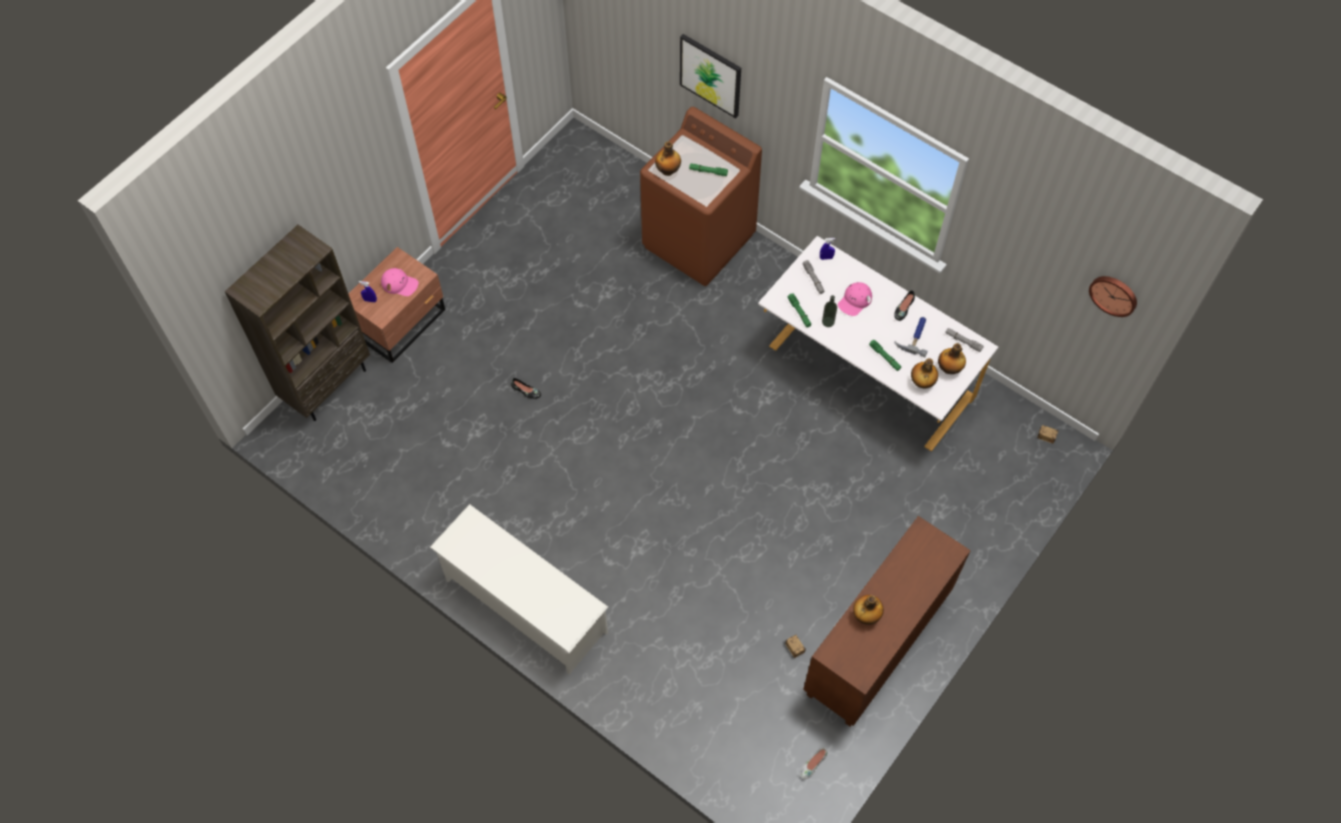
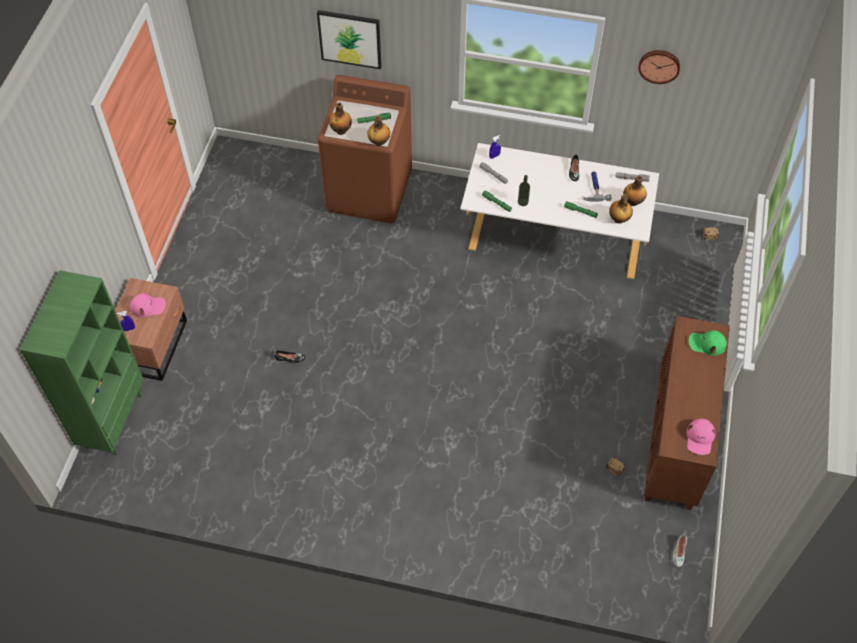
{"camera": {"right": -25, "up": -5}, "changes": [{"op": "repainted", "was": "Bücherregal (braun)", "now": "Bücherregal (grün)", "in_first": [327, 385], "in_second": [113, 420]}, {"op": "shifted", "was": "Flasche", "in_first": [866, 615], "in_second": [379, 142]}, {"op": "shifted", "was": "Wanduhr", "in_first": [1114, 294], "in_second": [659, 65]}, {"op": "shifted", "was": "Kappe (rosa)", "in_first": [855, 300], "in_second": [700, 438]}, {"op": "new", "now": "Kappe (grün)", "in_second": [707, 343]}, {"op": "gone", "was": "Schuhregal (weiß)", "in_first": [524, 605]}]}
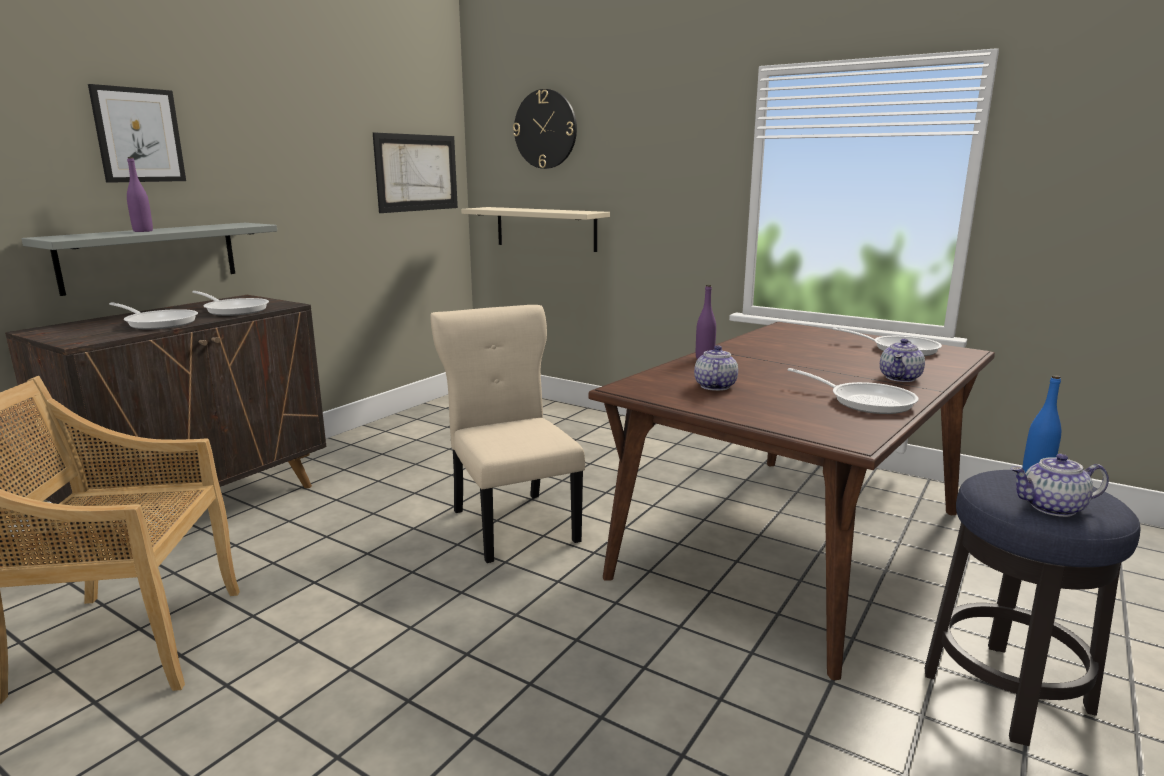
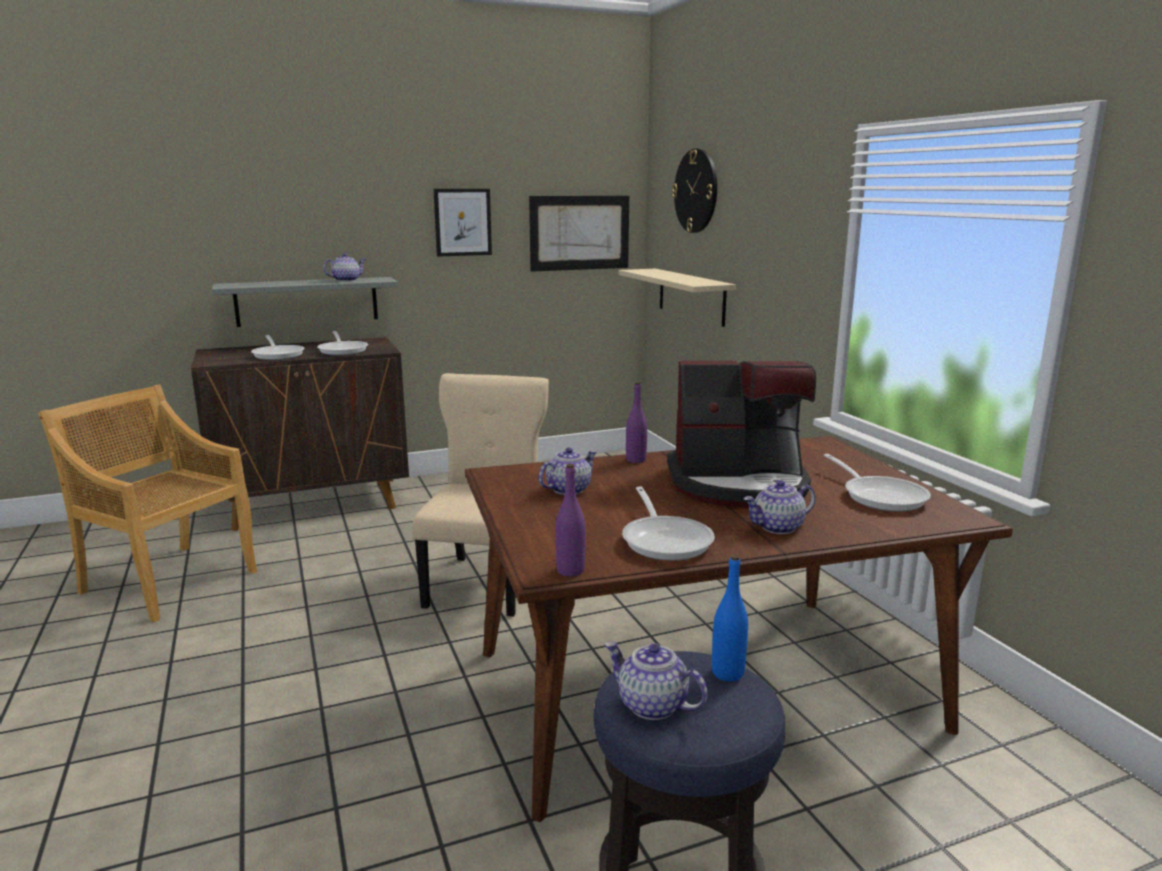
{"camera": {"right": 35, "up": 0}, "changes": [{"op": "new", "now": "Teekanne", "in_second": [346, 280]}, {"op": "shifted", "was": "Bild", "in_first": [138, 135], "in_second": [462, 222]}, {"op": "shifted", "was": "Flasche (lila)", "in_first": [143, 231], "in_second": [570, 571]}, {"op": "new", "now": "Kaffeemaschine", "in_second": [739, 484]}]}
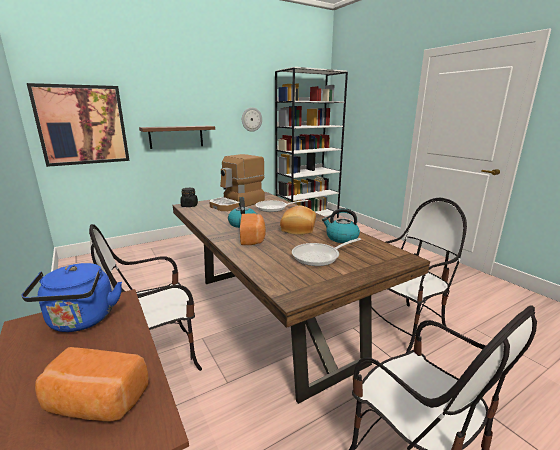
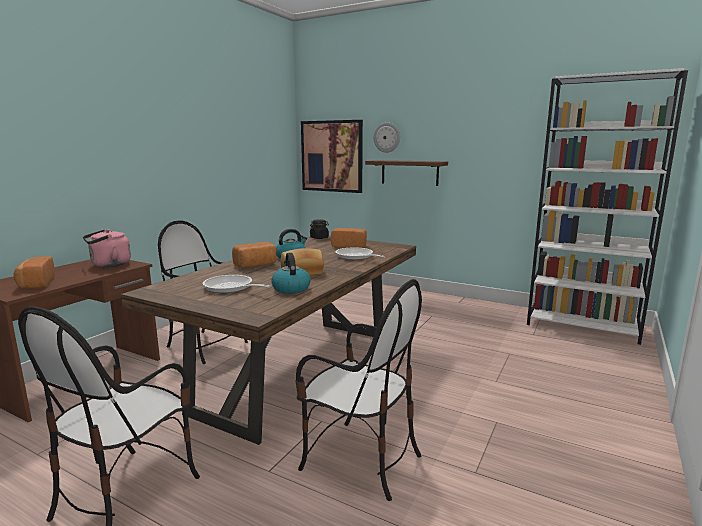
{"camera": {"right": 60, "up": -5}, "changes": [{"op": "repainted", "was": "Wasserkessel (blau)", "now": "Wasserkessel (rosa)", "in_first": [81, 321], "in_second": [108, 264]}, {"op": "swapped", "was": "Kaffeemaschine", "now": "Brot", "in_first": [237, 204], "in_second": [349, 246]}, {"op": "shifted", "was": "Wanduhr", "in_first": [251, 119], "in_second": [387, 137]}]}
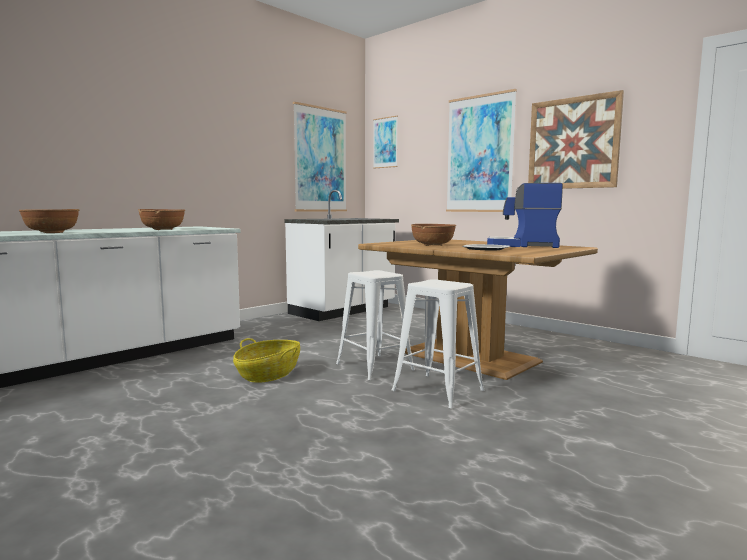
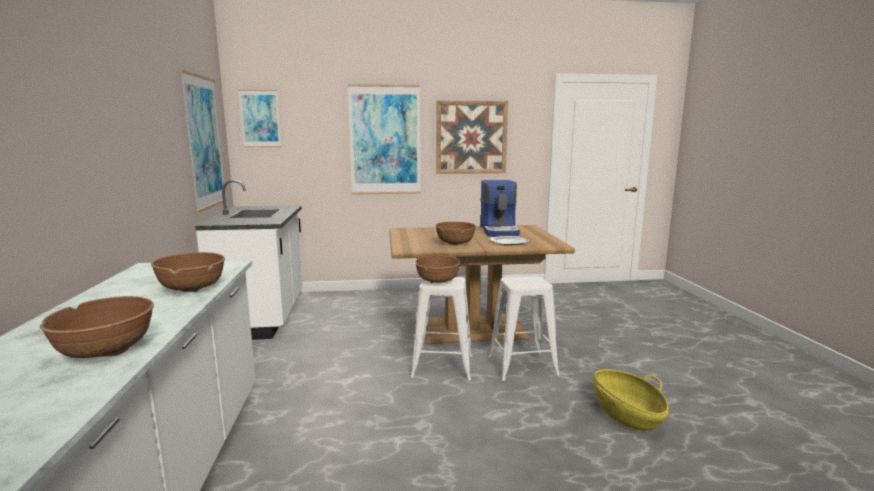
{"camera": {"right": -50, "up": 5}, "changes": [{"op": "new", "now": "Schüssel (braun)", "in_second": [438, 281]}, {"op": "rotated", "was": "Kaffeemaschine", "in_first": [523, 245], "in_second": [500, 231], "clockwise": -60}, {"op": "shifted", "was": "Korb", "in_first": [269, 374], "in_second": [626, 414]}]}
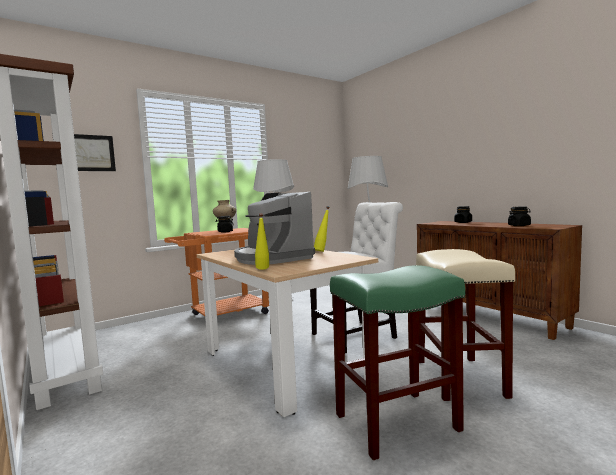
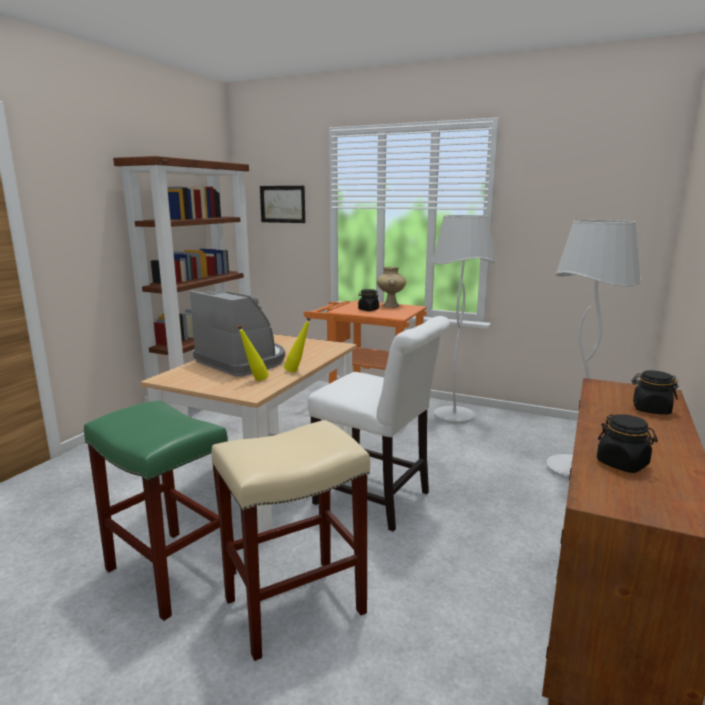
{"camera": {"right": 60, "up": 10}, "changes": [{"op": "rotated", "was": "Kaffeemaschine", "in_first": [272, 258], "in_second": [242, 361], "clockwise": 105}, {"op": "shifted", "was": "Flasche (gelb)", "in_first": [263, 269], "in_second": [254, 381]}]}
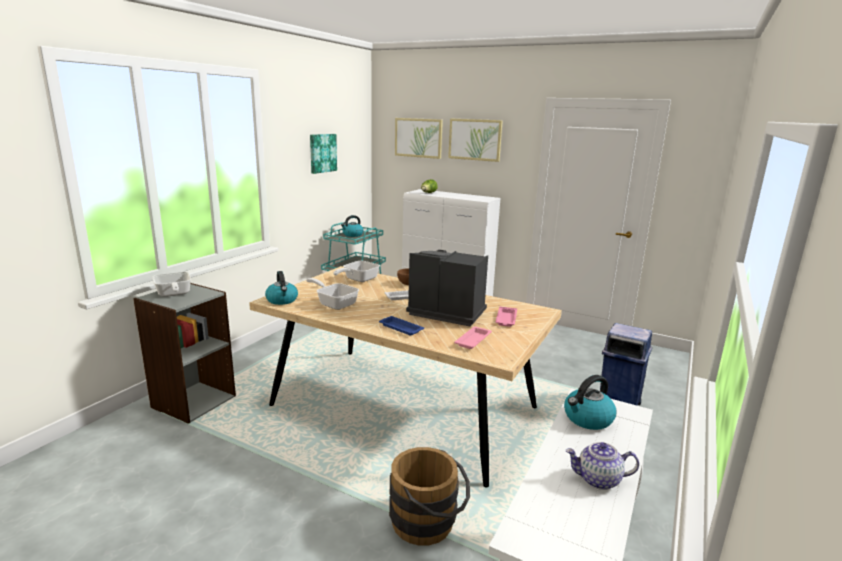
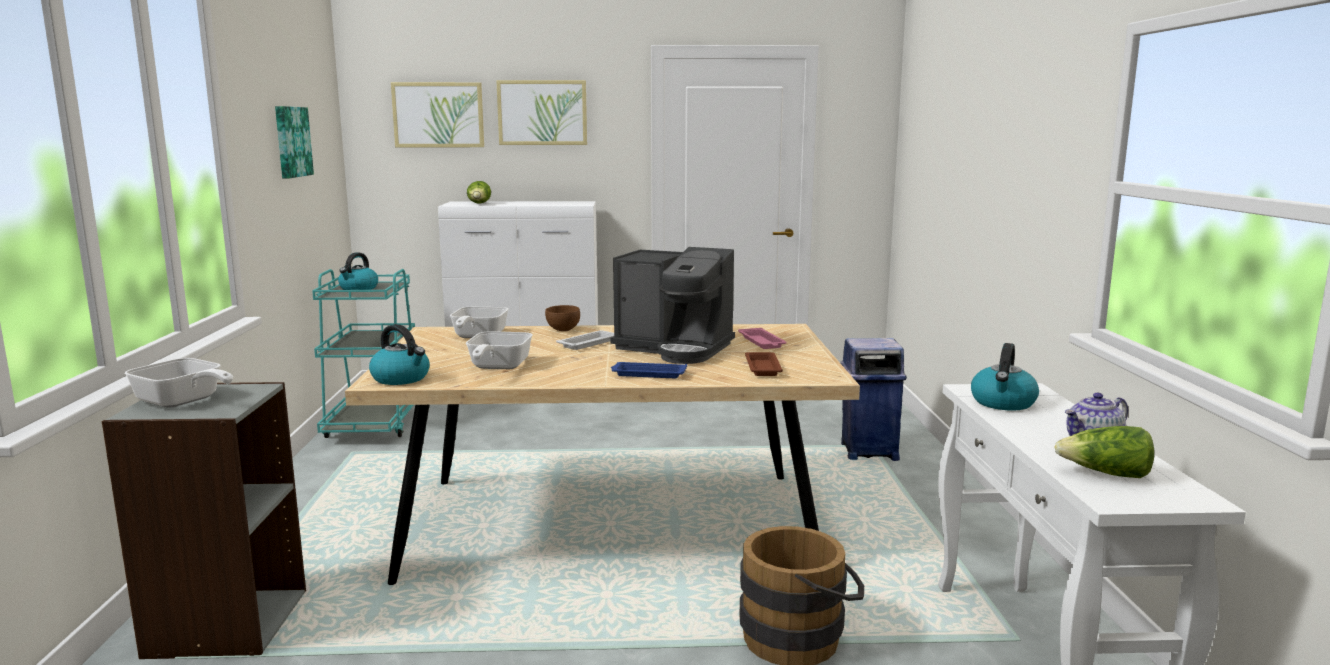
{"camera": {"right": -30, "up": -5}, "changes": [{"op": "rotated", "was": "Pfanne", "in_first": [334, 303], "in_second": [497, 367], "clockwise": -90}, {"op": "rotated", "was": "Kaffeemaschine", "in_first": [445, 312], "in_second": [675, 349], "clockwise": -150}, {"op": "repainted", "was": "Tablett (rosa)", "now": "Tablett (braun)", "in_first": [473, 340], "in_second": [762, 367]}, {"op": "new", "now": "Salatkopf", "in_second": [1105, 474]}]}
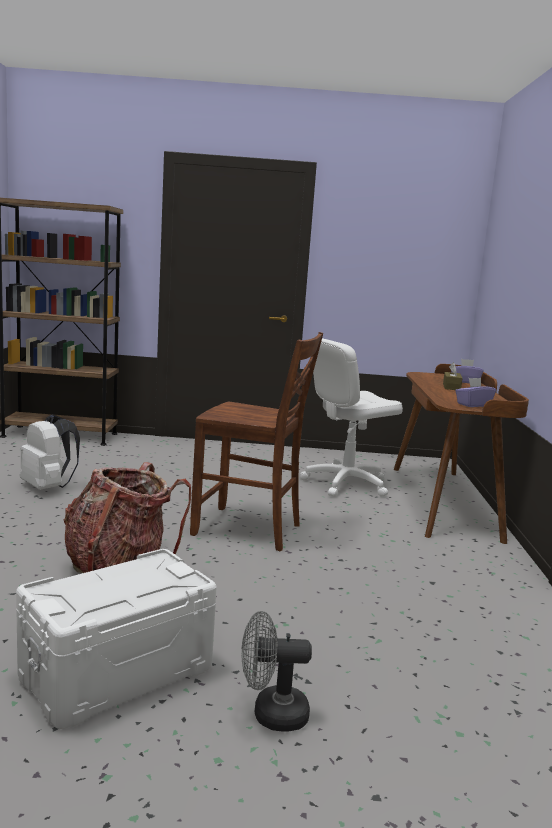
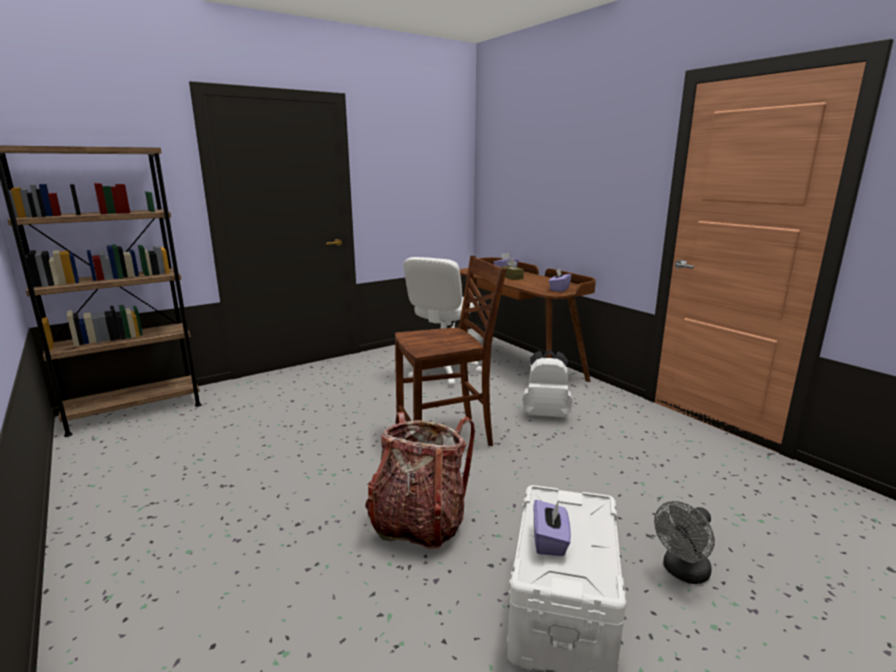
{"camera": {"right": -35, "up": 5}, "changes": [{"op": "shifted", "was": "Rucksack (weiß)", "in_first": [48, 487], "in_second": [546, 414]}, {"op": "new", "now": "Taschentuchbox (lila)", "in_second": [550, 541]}]}
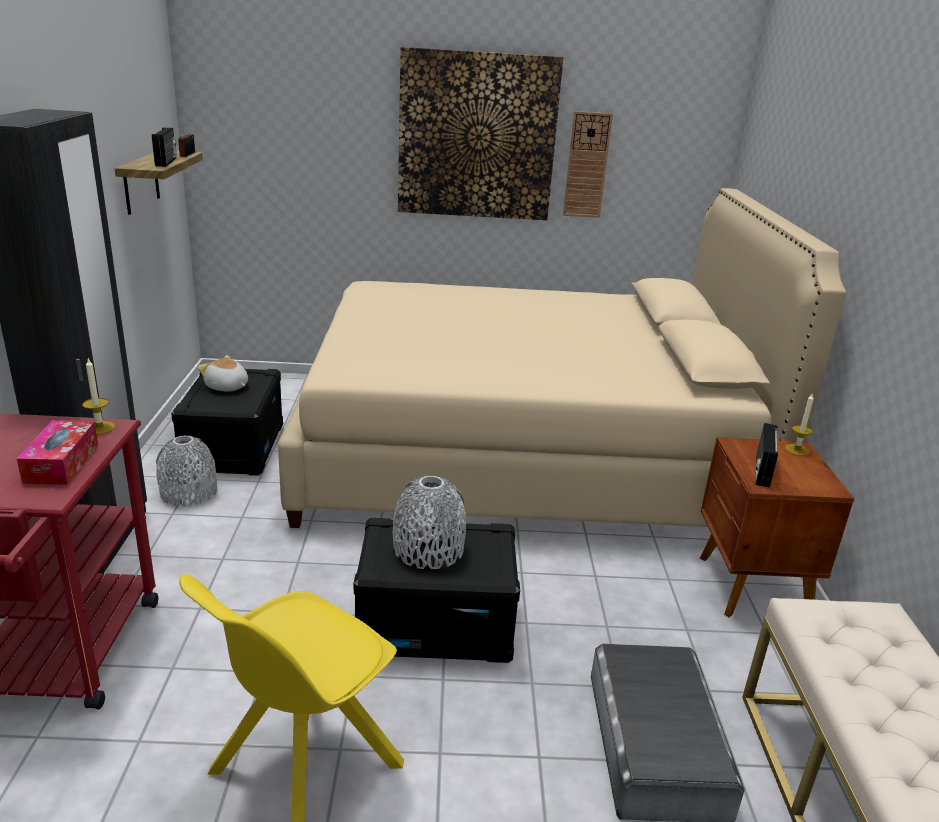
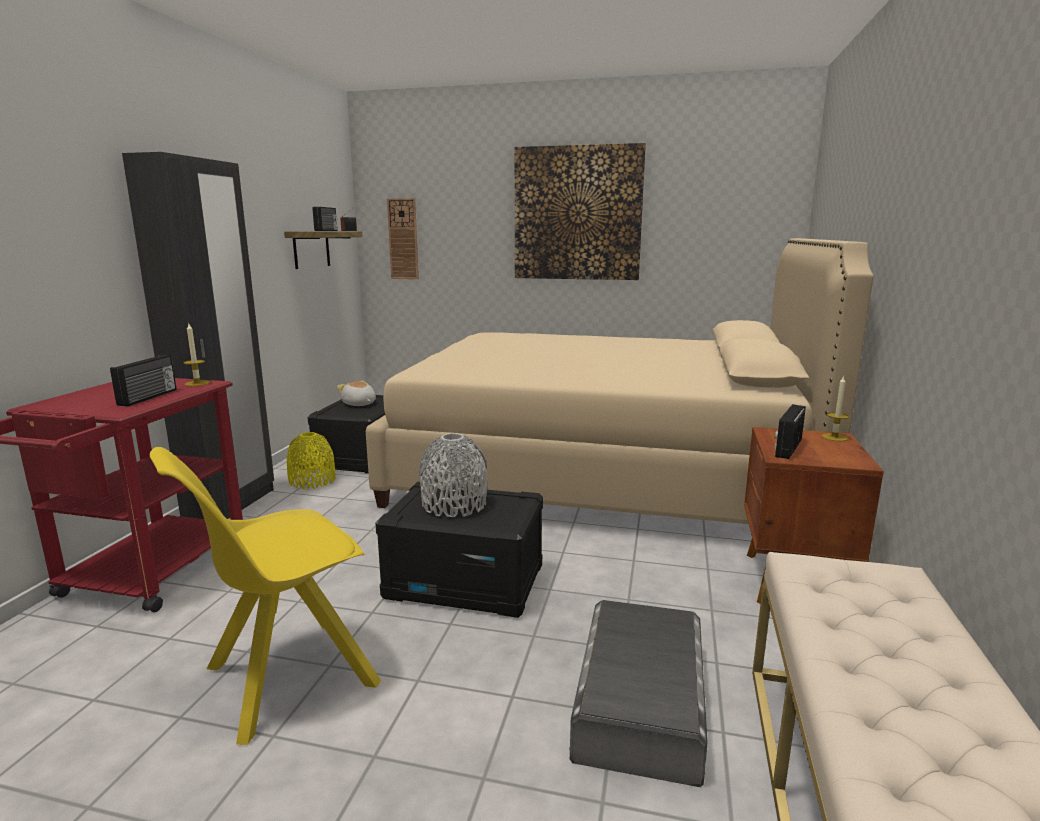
{"camera": {"right": 15, "up": -10}, "changes": [{"op": "swapped", "was": "Taschentuchbox", "now": "Radio", "in_first": [62, 463], "in_second": [149, 397]}, {"op": "repainted", "was": "Vase (grau)", "now": "Vase (gelb)", "in_first": [189, 492], "in_second": [312, 481]}, {"op": "shifted", "was": "Wanduhr", "in_first": [587, 165], "in_second": [403, 239]}]}
